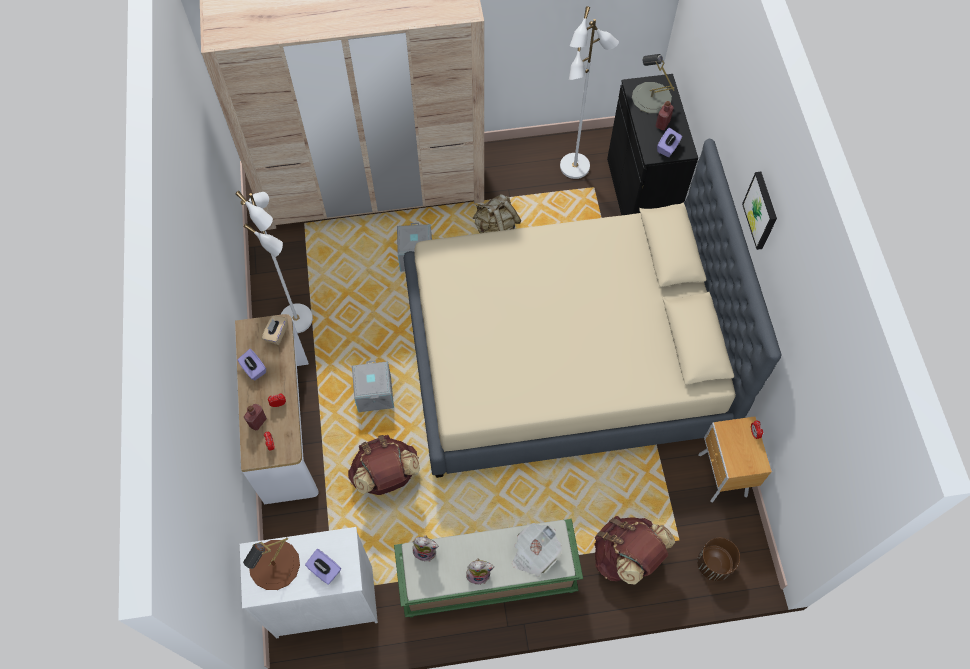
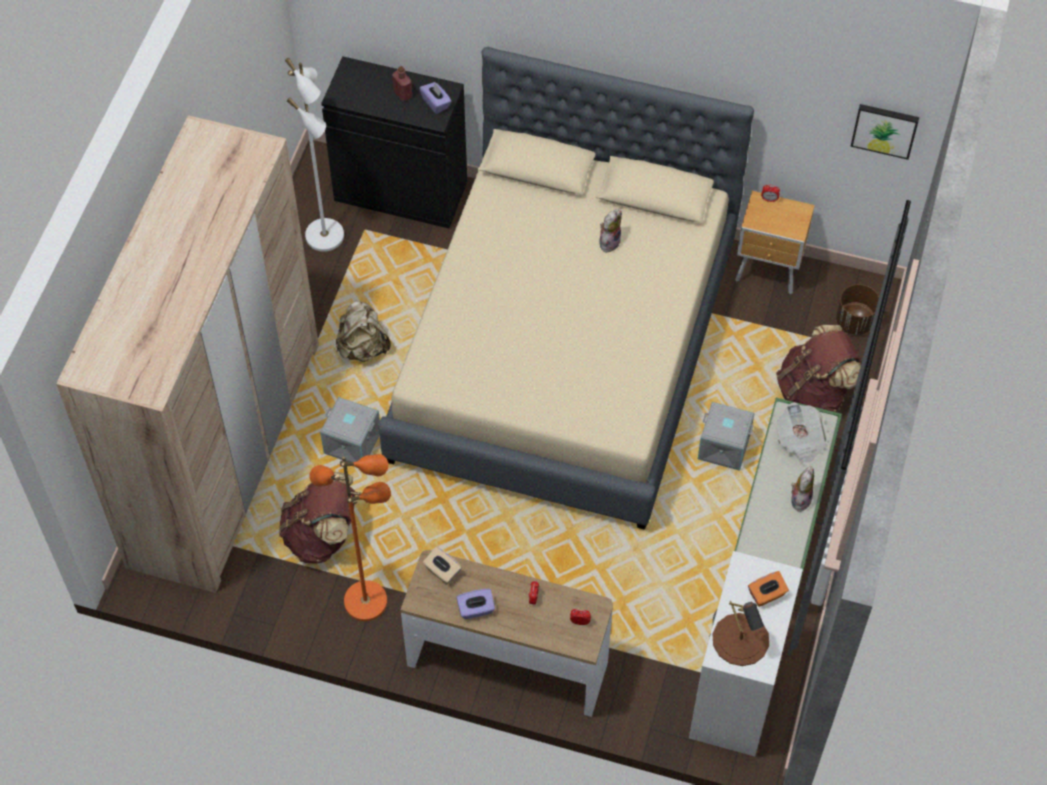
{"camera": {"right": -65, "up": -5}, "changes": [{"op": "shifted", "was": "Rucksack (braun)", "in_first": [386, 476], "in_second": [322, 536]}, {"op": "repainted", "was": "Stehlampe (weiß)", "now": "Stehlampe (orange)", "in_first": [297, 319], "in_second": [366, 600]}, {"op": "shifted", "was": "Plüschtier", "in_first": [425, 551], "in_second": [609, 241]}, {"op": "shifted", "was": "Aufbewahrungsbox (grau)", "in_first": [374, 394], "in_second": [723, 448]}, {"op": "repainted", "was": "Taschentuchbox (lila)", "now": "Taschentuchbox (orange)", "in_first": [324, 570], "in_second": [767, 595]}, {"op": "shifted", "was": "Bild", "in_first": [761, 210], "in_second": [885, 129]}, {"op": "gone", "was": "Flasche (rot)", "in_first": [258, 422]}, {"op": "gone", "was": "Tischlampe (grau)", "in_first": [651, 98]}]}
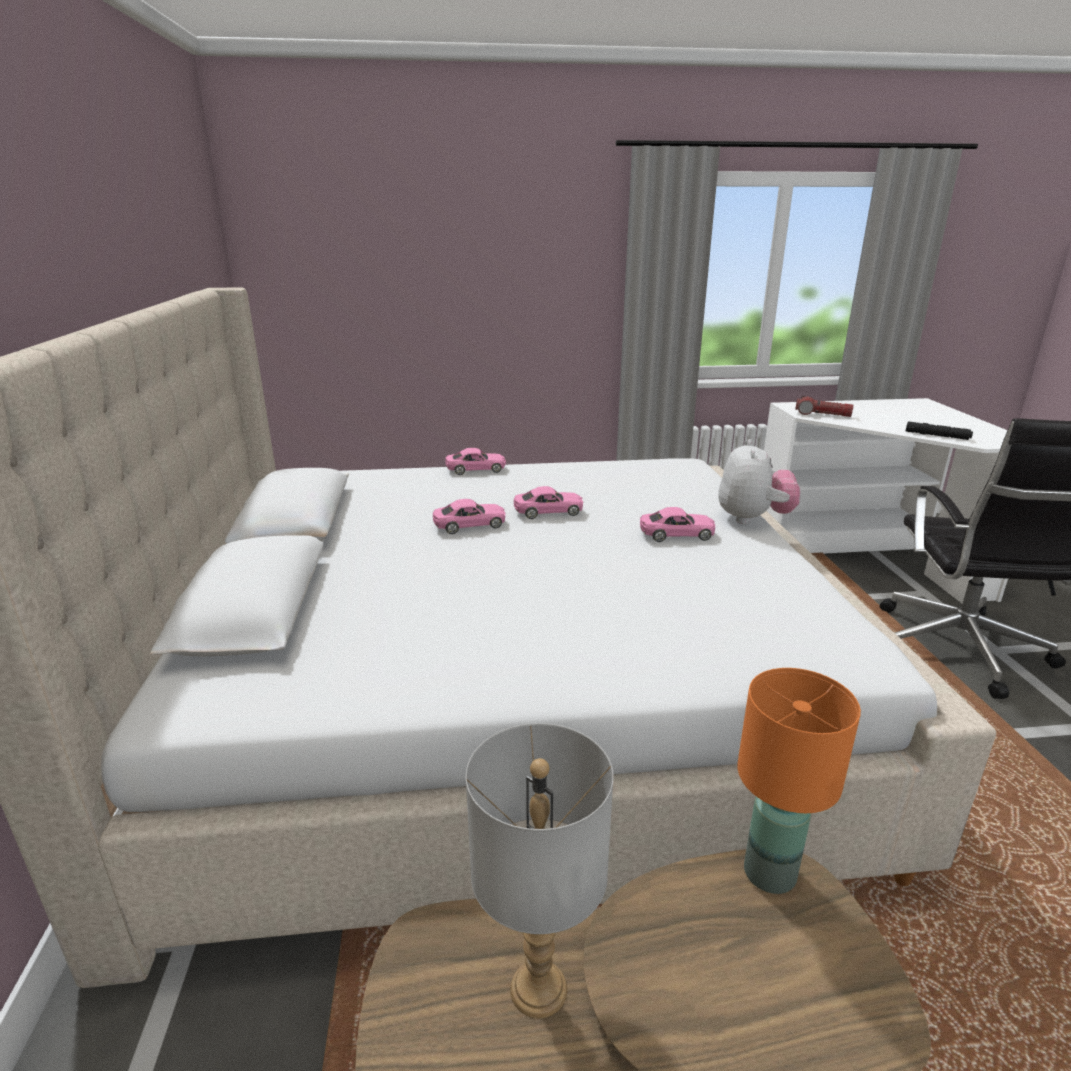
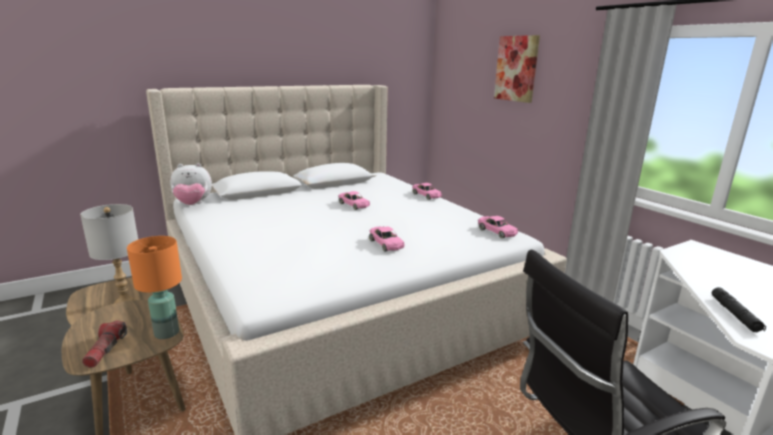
{"camera": {"right": 65, "up": -5}, "changes": [{"op": "shifted", "was": "Taschenlampe", "in_first": [822, 415], "in_second": [106, 350]}, {"op": "shifted", "was": "Plüschtier", "in_first": [753, 519], "in_second": [193, 204]}, {"op": "shifted", "was": "Spielzeugauto (rosa)", "in_first": [548, 511], "in_second": [497, 232]}, {"op": "new", "now": "Bild", "in_second": [516, 68]}]}
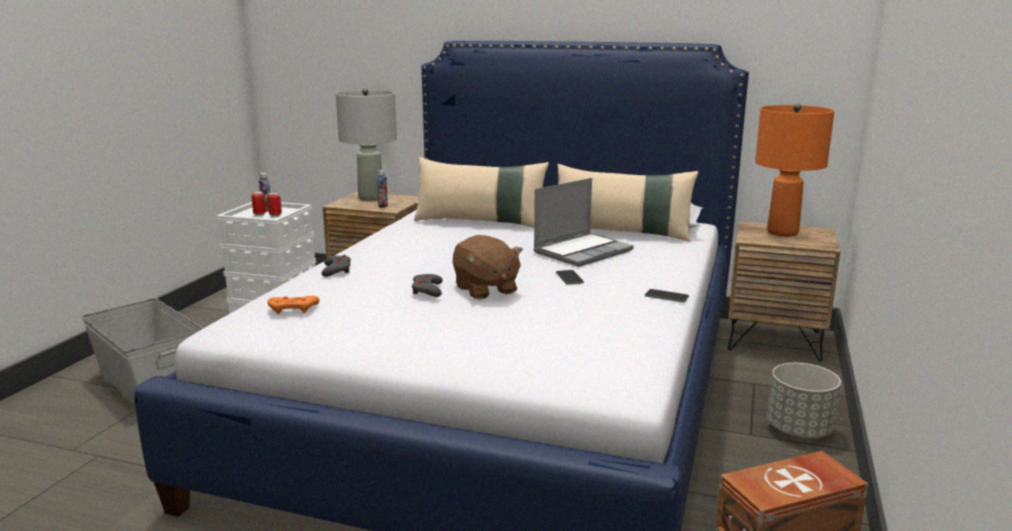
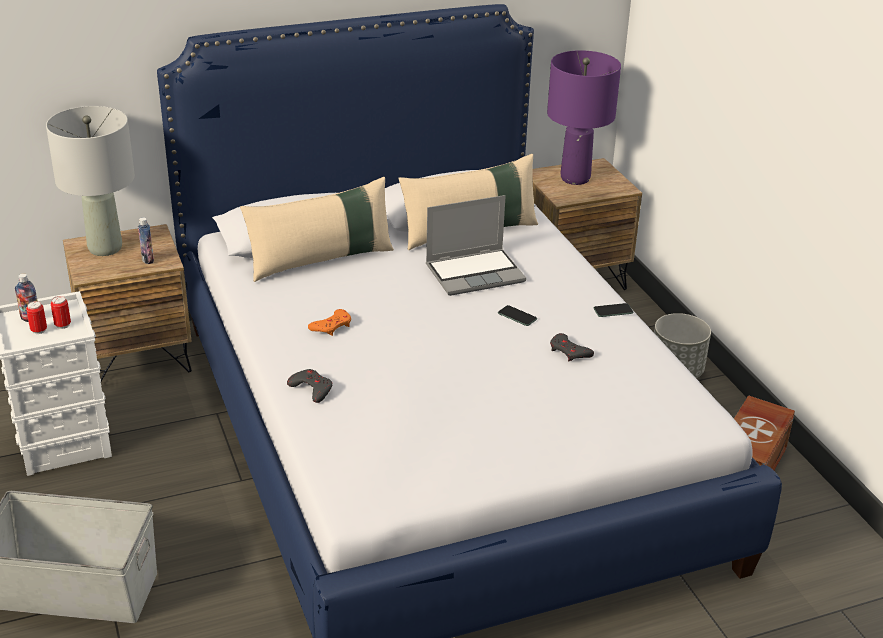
{"camera": {"right": -40, "up": 15}, "changes": [{"op": "shifted", "was": "Gamepad (orange)", "in_first": [293, 309], "in_second": [332, 326]}, {"op": "rotated", "was": "Laptop", "in_first": [583, 251], "in_second": [475, 273], "clockwise": 60}, {"op": "repainted", "was": "Tischlampe (orange)", "now": "Tischlampe (lila)", "in_first": [782, 232], "in_second": [575, 178]}, {"op": "shifted", "was": "Gamepad (grau)", "in_first": [427, 290], "in_second": [569, 351]}, {"op": "gone", "was": "Plüschtier (braun)", "in_first": [485, 289]}]}
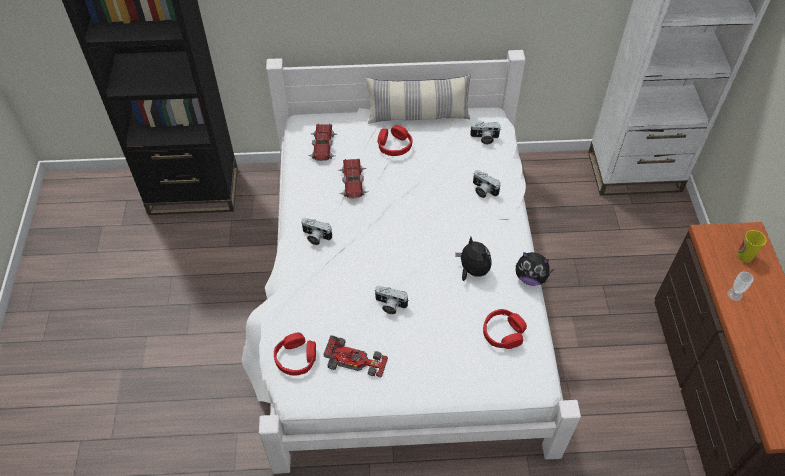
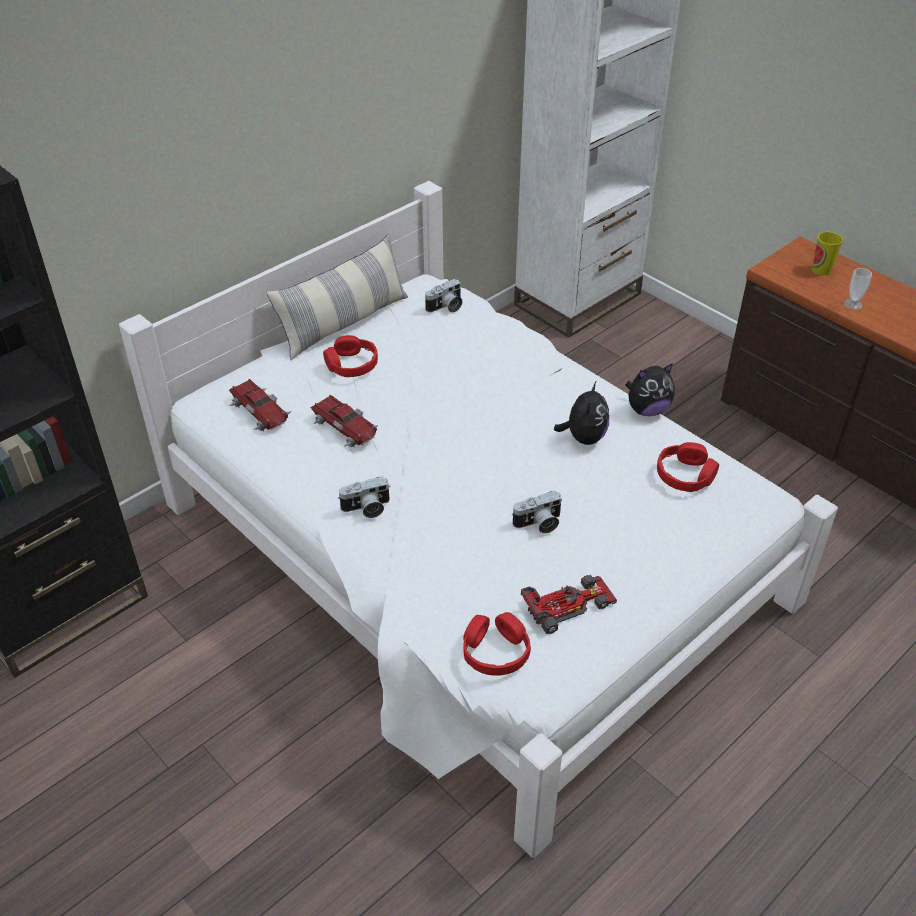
{"camera": {"right": -40, "up": -10}, "changes": [{"op": "rotated", "was": "Plüschtier", "in_first": [472, 271], "in_second": [583, 437], "clockwise": 90}, {"op": "gone", "was": "Kamera", "in_first": [483, 190]}]}
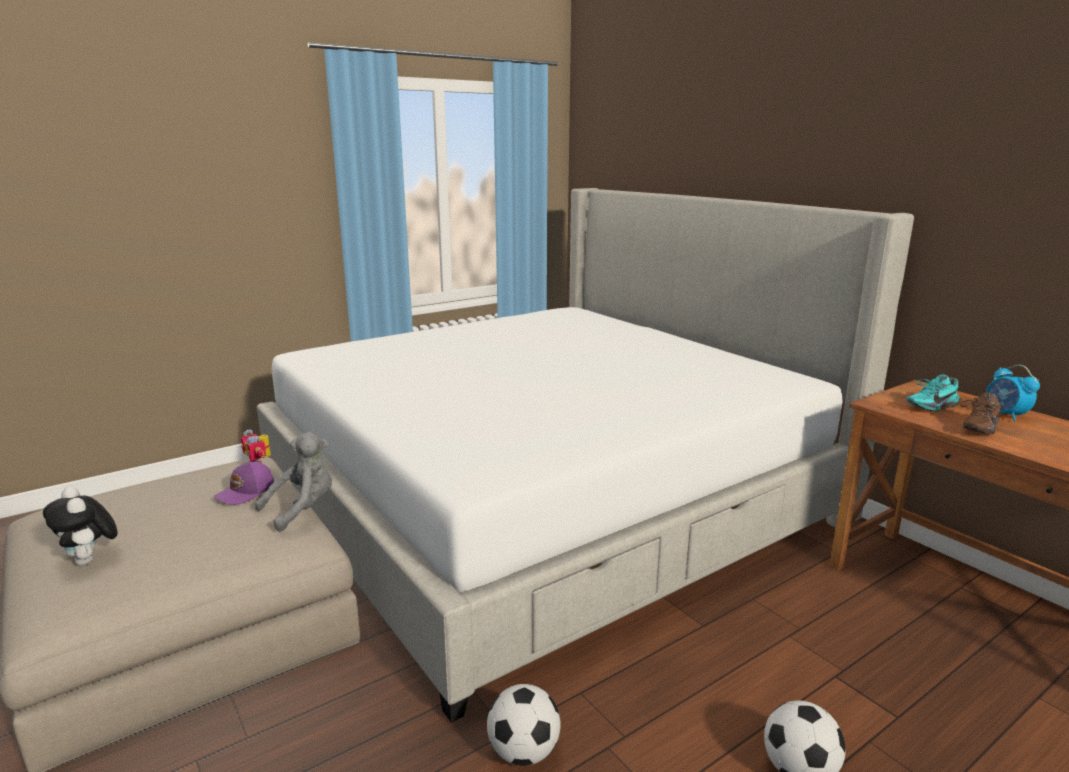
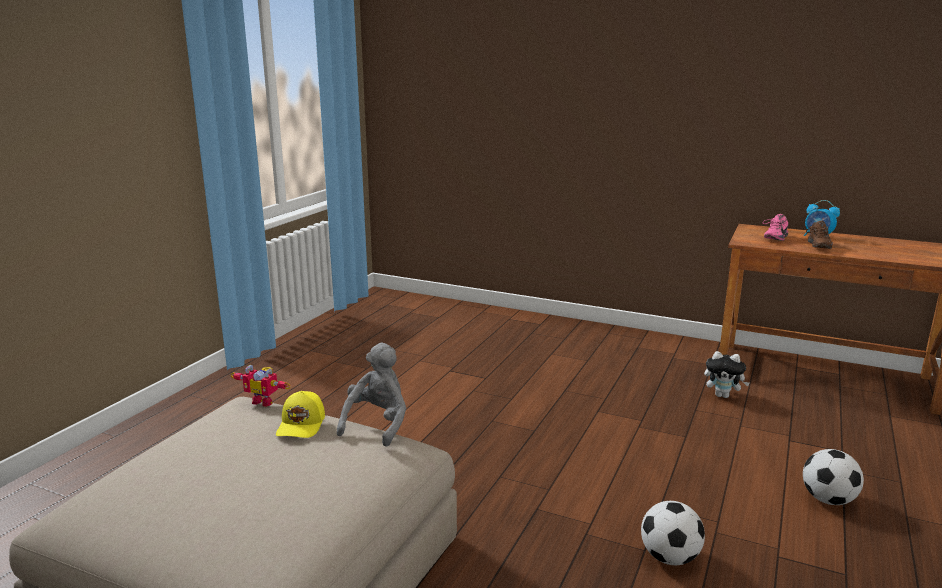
{"camera": {"right": -30, "up": 0}, "changes": [{"op": "repainted", "was": "Kappe (lila)", "now": "Kappe (gelb)", "in_first": [246, 492], "in_second": [302, 425]}, {"op": "shifted", "was": "Plüschtier", "in_first": [90, 561], "in_second": [723, 395]}, {"op": "repainted", "was": "Schuh (türkis)", "now": "Schuh (rosa)", "in_first": [929, 406], "in_second": [773, 238]}, {"op": "gone", "was": "Bett", "in_first": [546, 498]}]}
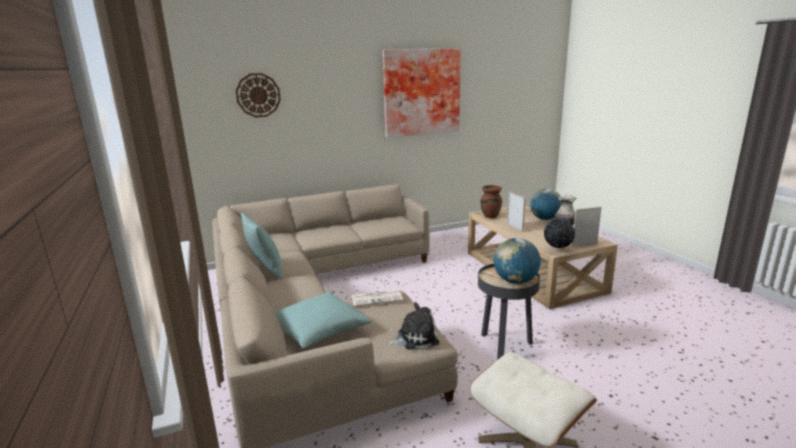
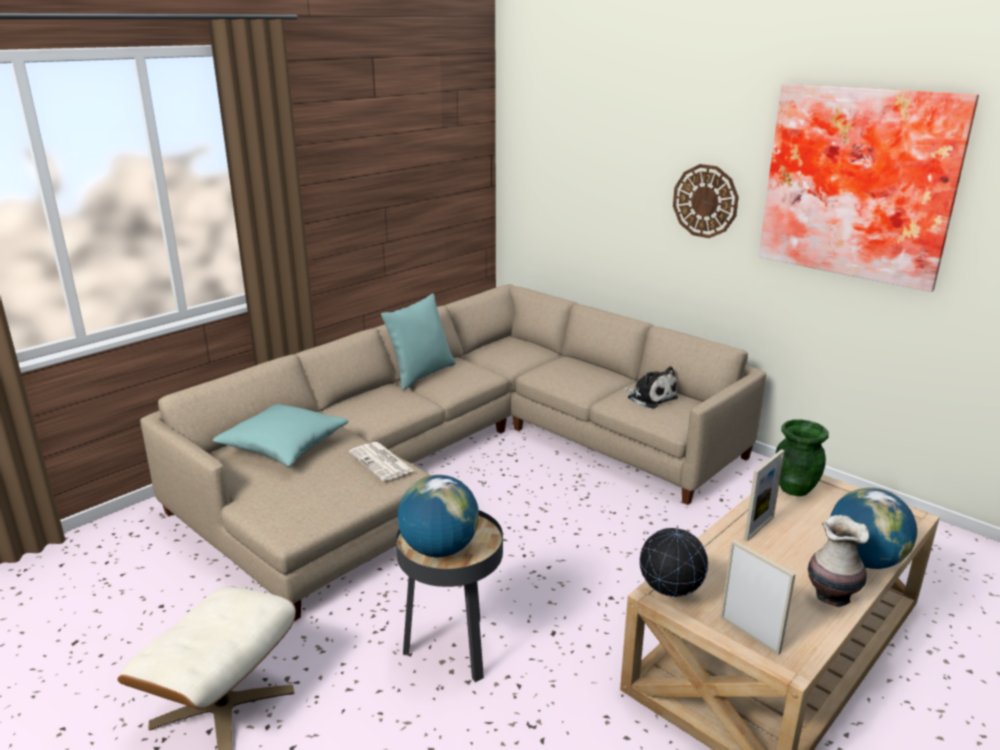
{"camera": {"right": 65, "up": 5}, "changes": [{"op": "shifted", "was": "Plüschtier", "in_first": [415, 338], "in_second": [650, 397]}, {"op": "shifted", "was": "Wanduhr", "in_first": [258, 95], "in_second": [705, 201]}, {"op": "repainted", "was": "Vase (braun)", "now": "Vase (grün)", "in_first": [490, 216], "in_second": [794, 488]}]}
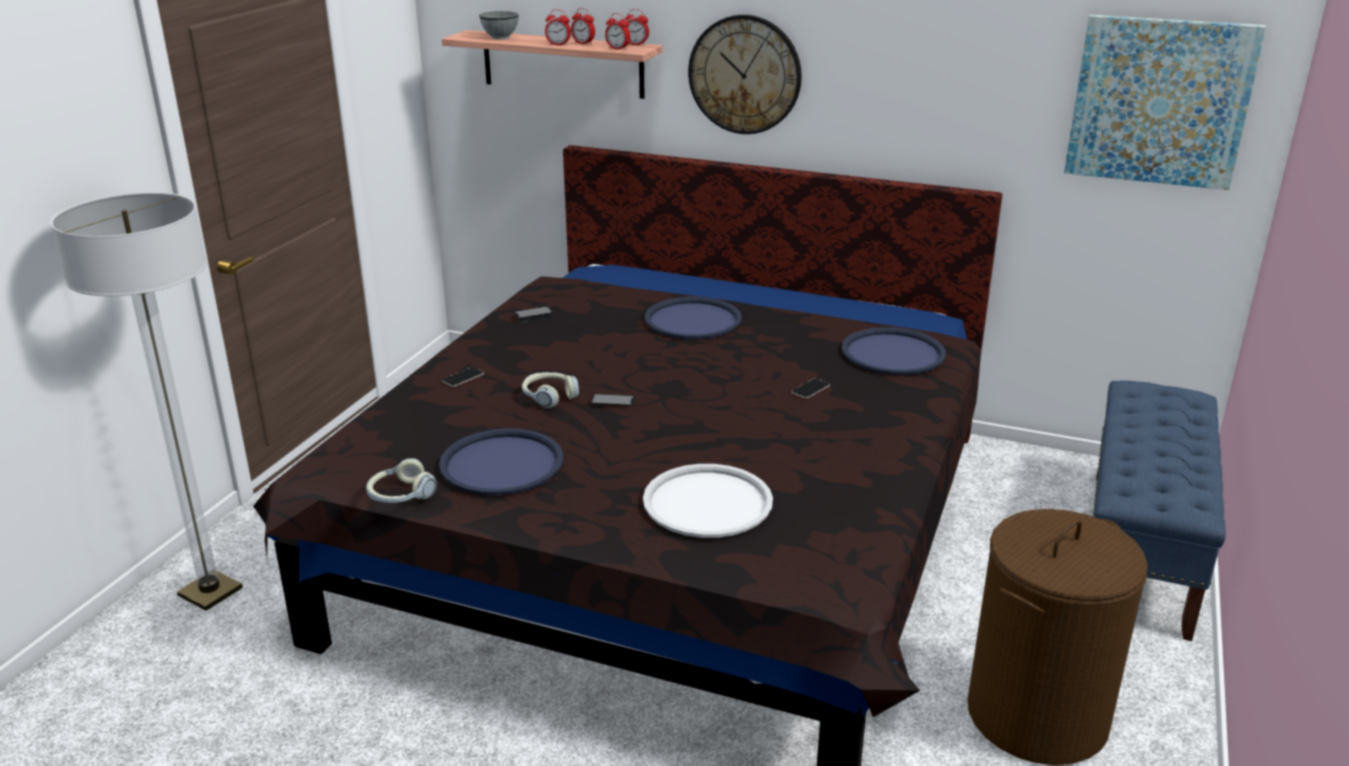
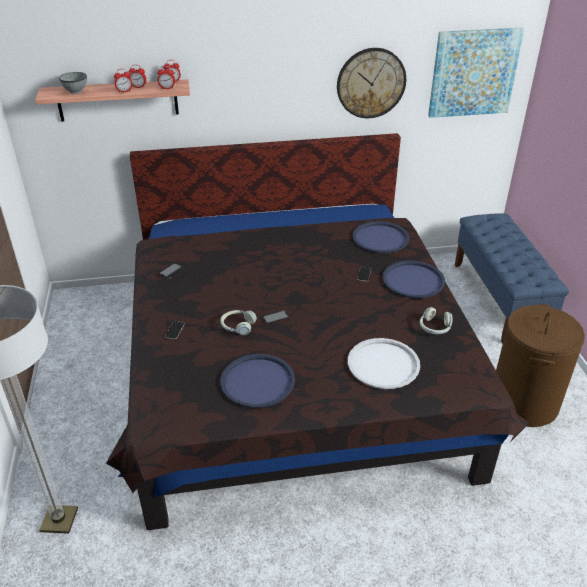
{"camera": {"right": -30, "up": 10}, "changes": [{"op": "shifted", "was": "Wanduhr", "in_first": [745, 74], "in_second": [371, 83]}, {"op": "shifted", "was": "Tablett (blau)", "in_first": [693, 320], "in_second": [413, 280]}, {"op": "shifted", "was": "Kopfhörer", "in_first": [400, 495], "in_second": [434, 327]}]}
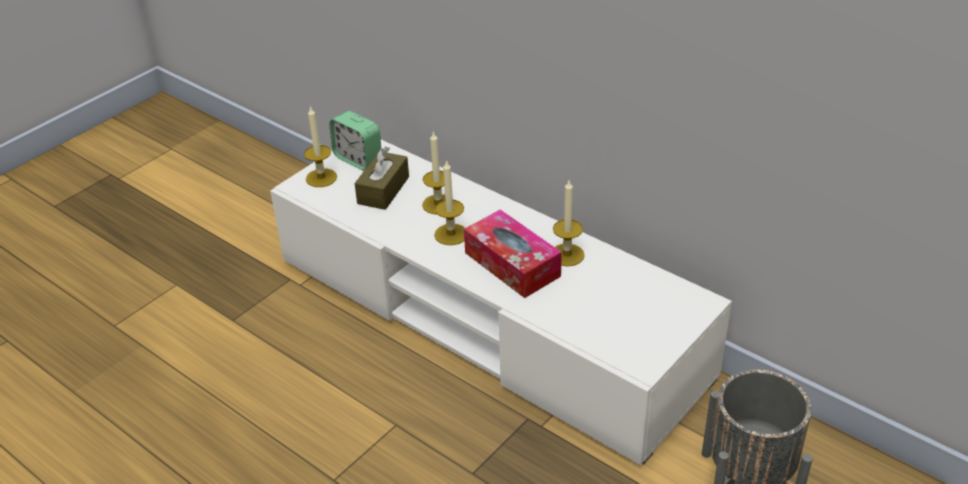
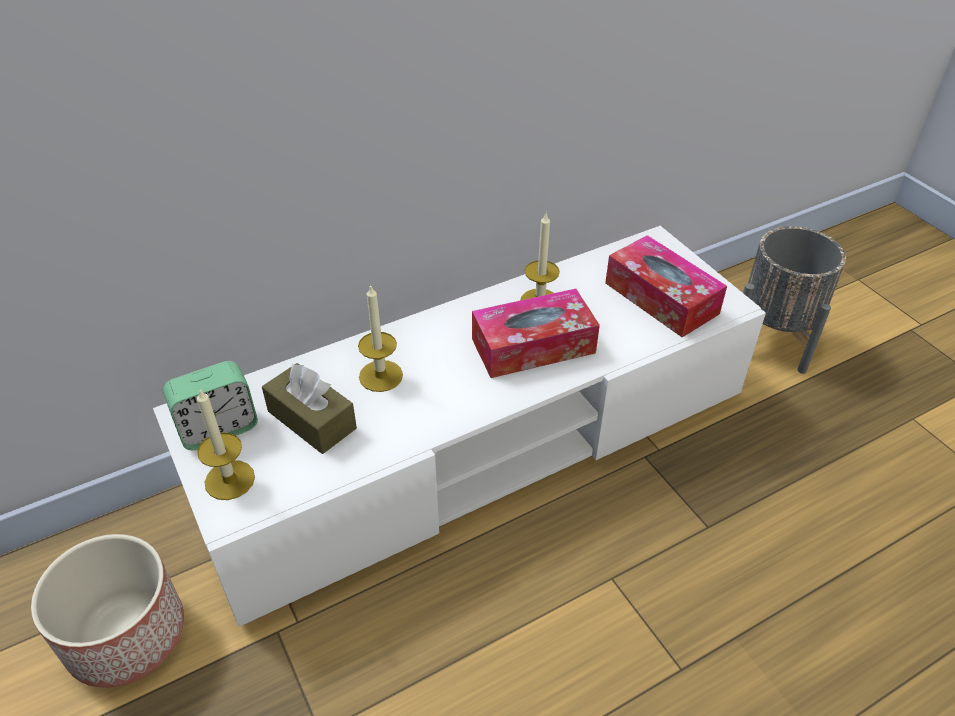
{"camera": {"right": -70, "up": 5}, "changes": [{"op": "new", "now": "Pflanzkübel", "in_second": [127, 633]}, {"op": "new", "now": "Taschentuchbox", "in_second": [661, 298]}, {"op": "gone", "was": "Kerze", "in_first": [451, 234]}]}
